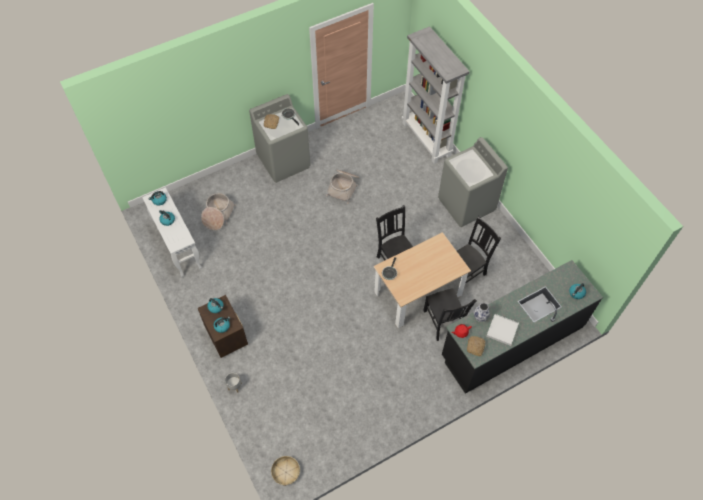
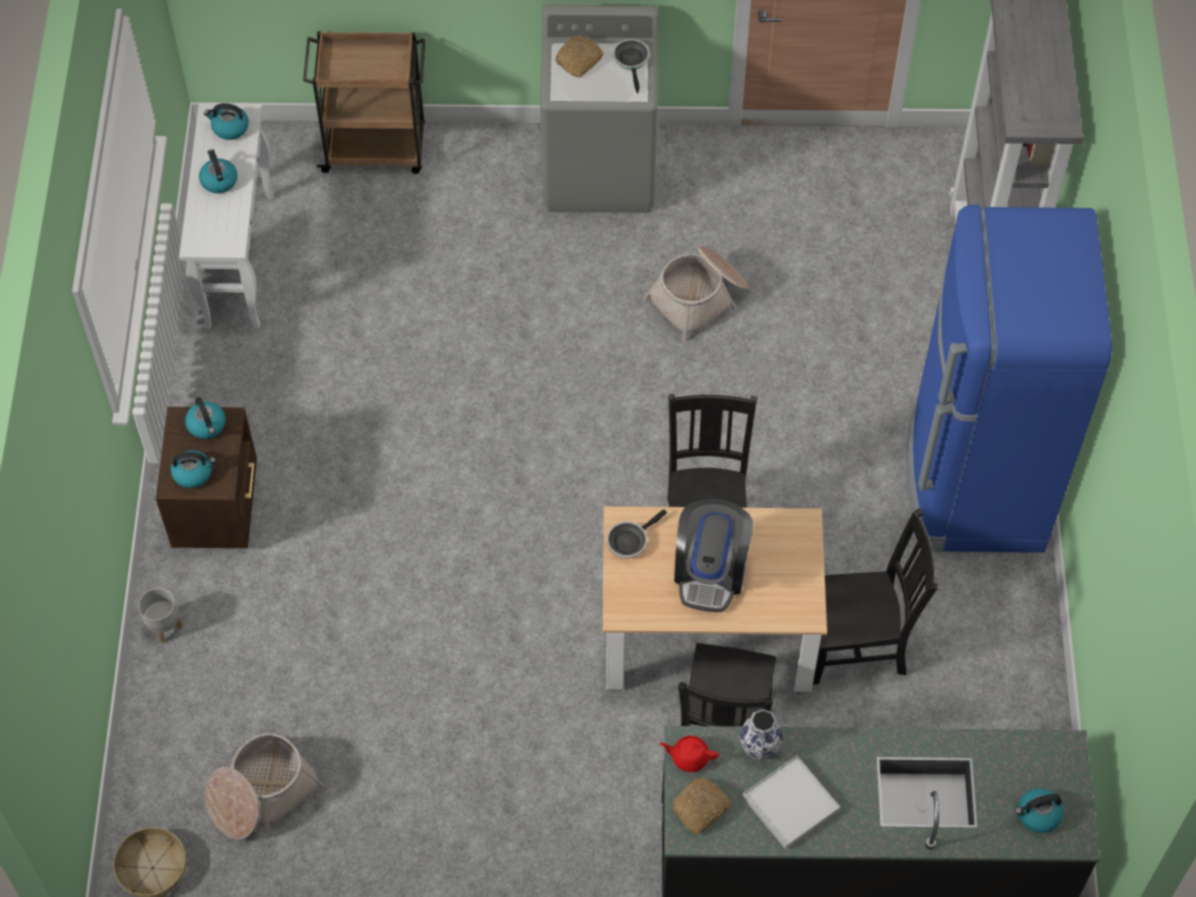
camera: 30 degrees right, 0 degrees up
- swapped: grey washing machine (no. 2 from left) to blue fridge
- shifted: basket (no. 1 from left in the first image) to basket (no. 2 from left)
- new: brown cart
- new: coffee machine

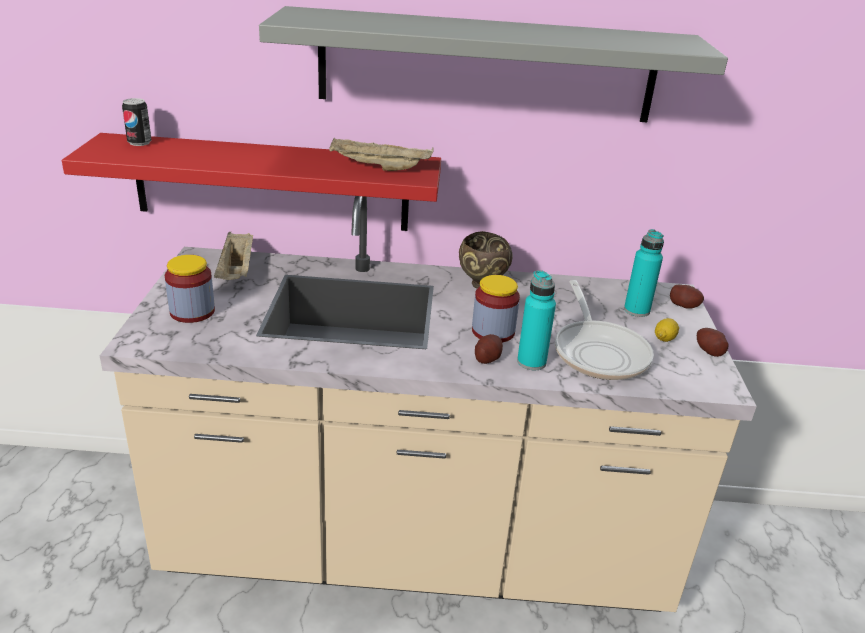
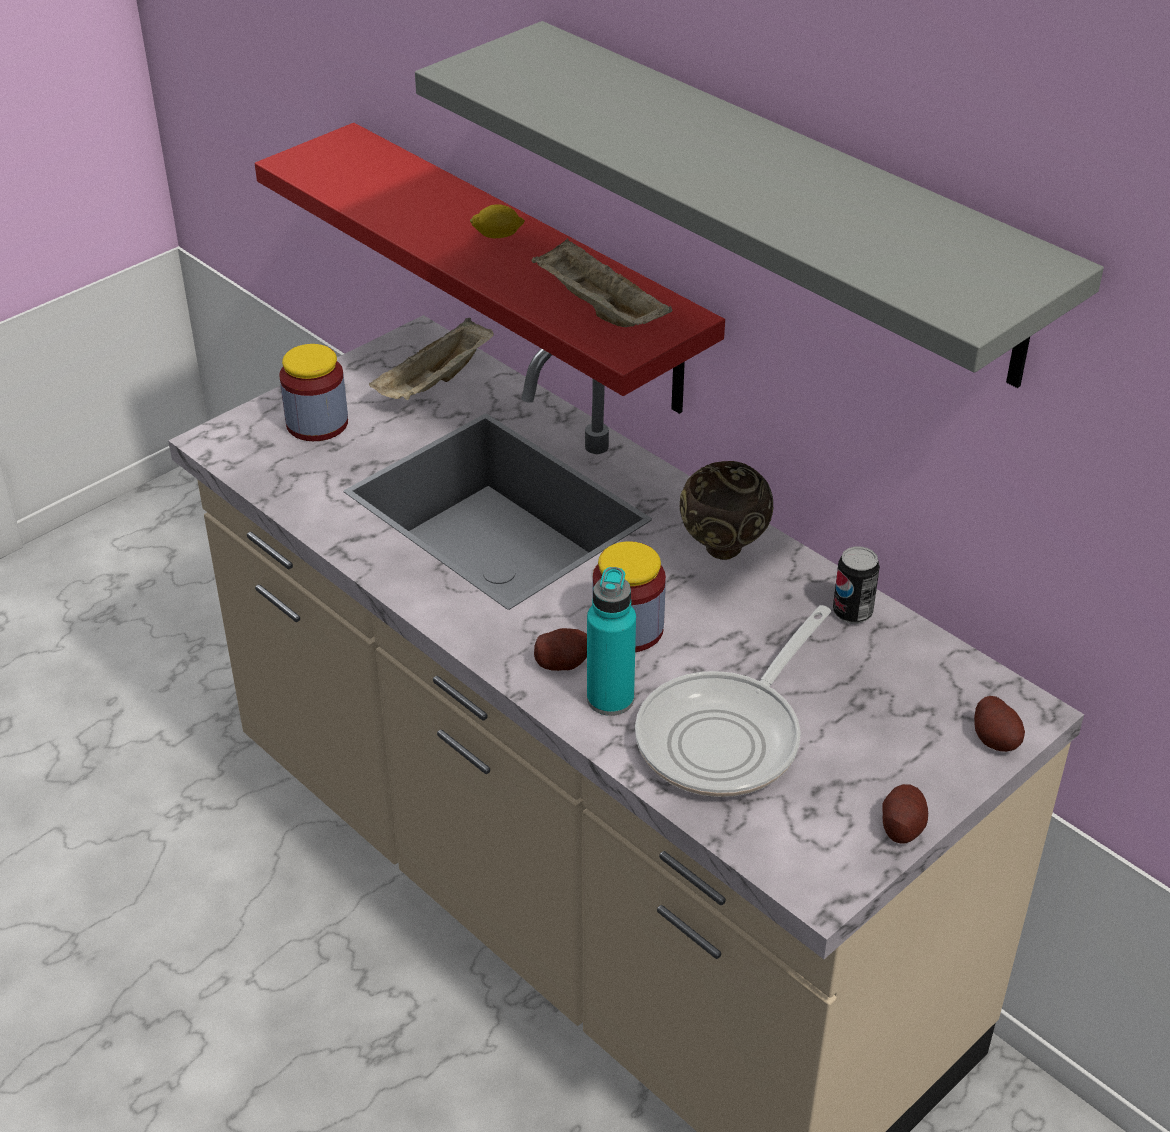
camera: 45 degrees right, 10 degrees up
- shifted: can
- gone: turquoise bottle (no. 2 from left)
- shifted: lemon

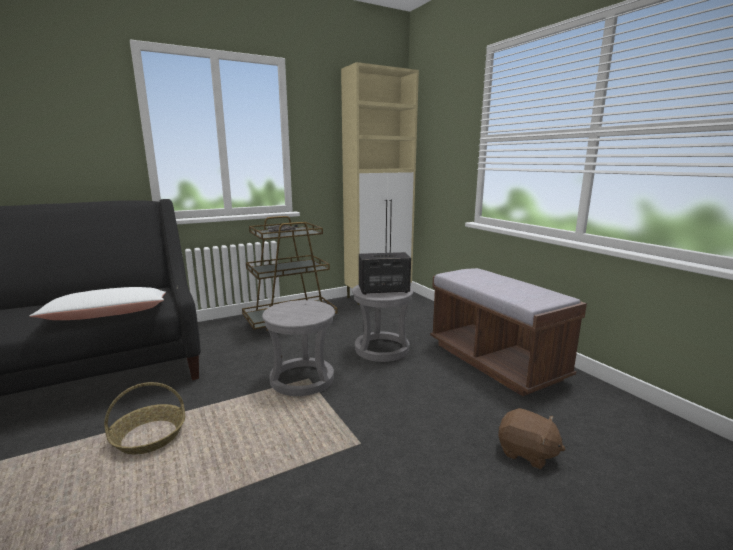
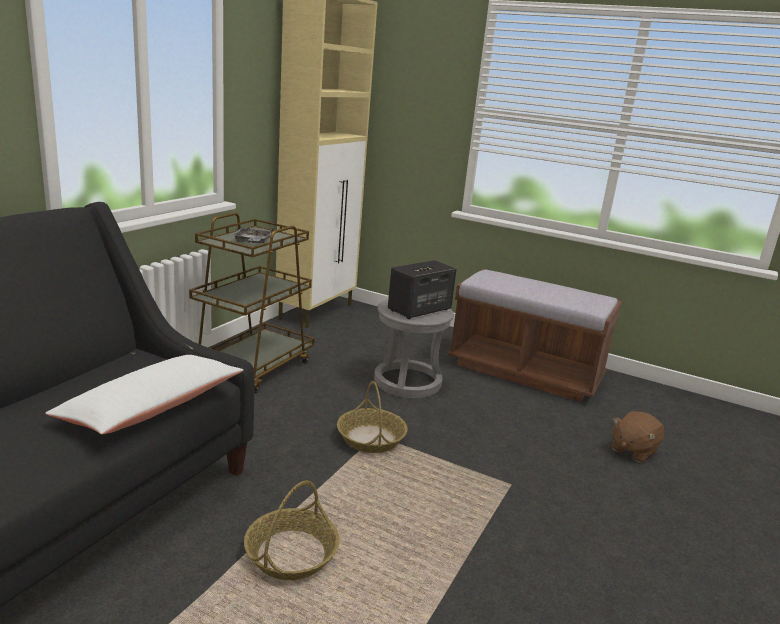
camera: 35 degrees left, 5 degrees up
- swapped: grey stool (no. 1 from left) to basket (no. 2 from left)
- rotated: brown plush toy 135 degrees clockwise

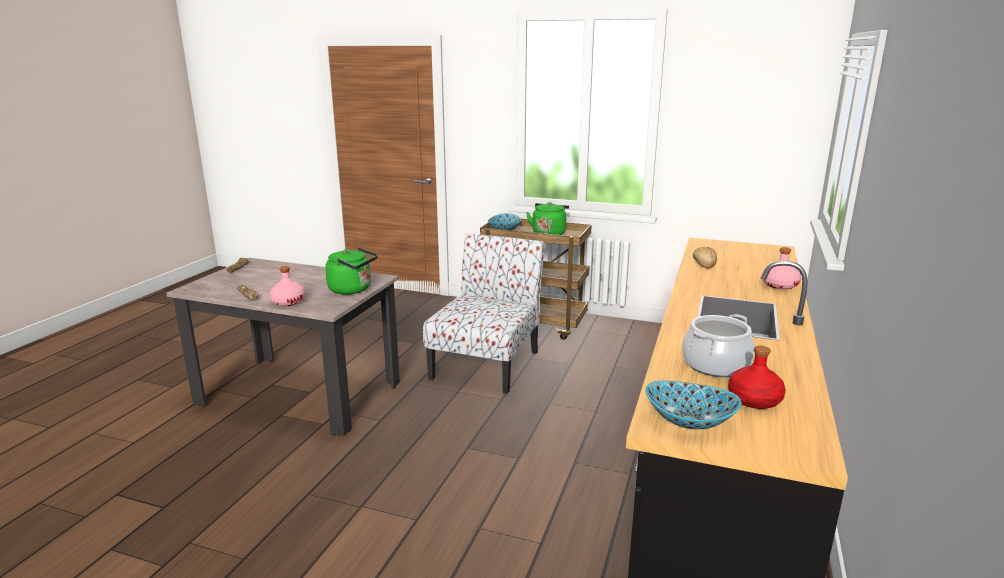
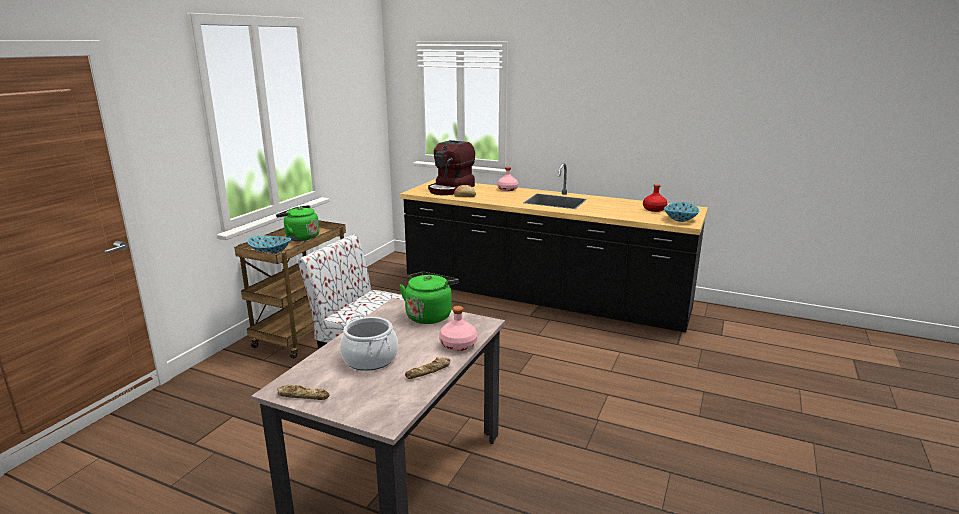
camera: 85 degrees left, 0 degrees up
- shifted: cooking pot
- new: coffee machine

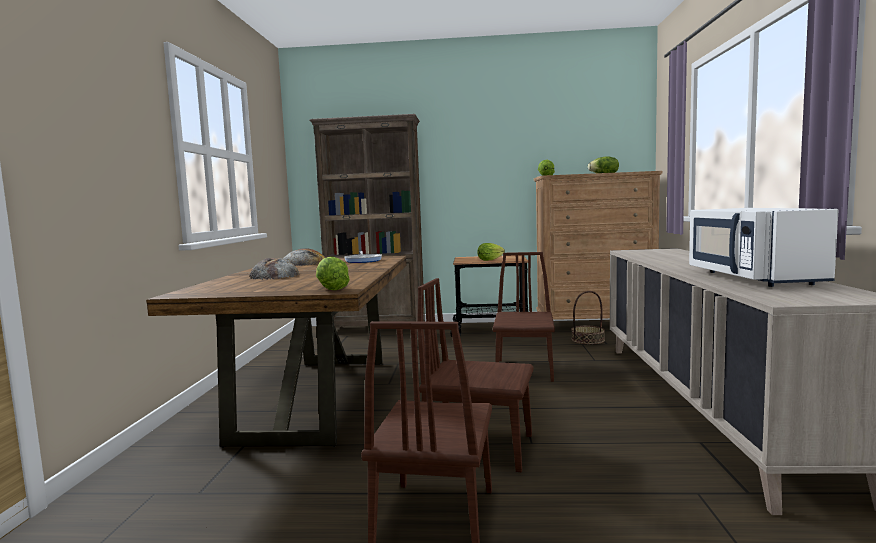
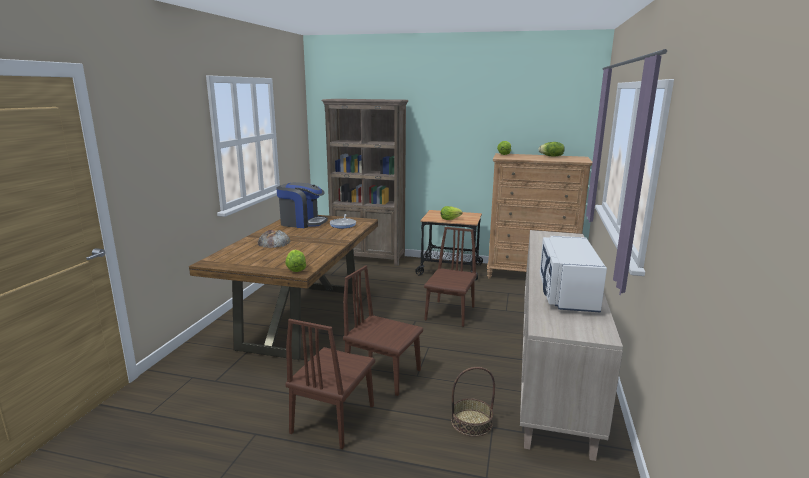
camera: 10 degrees right, 10 degrees up
- swapped: bread (no. 2 from left) to coffee machine
- shifted: basket

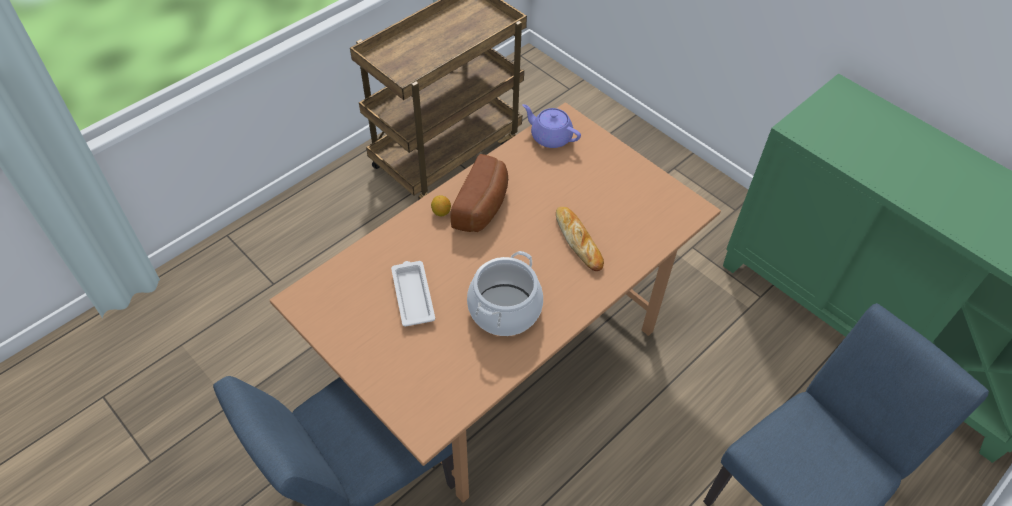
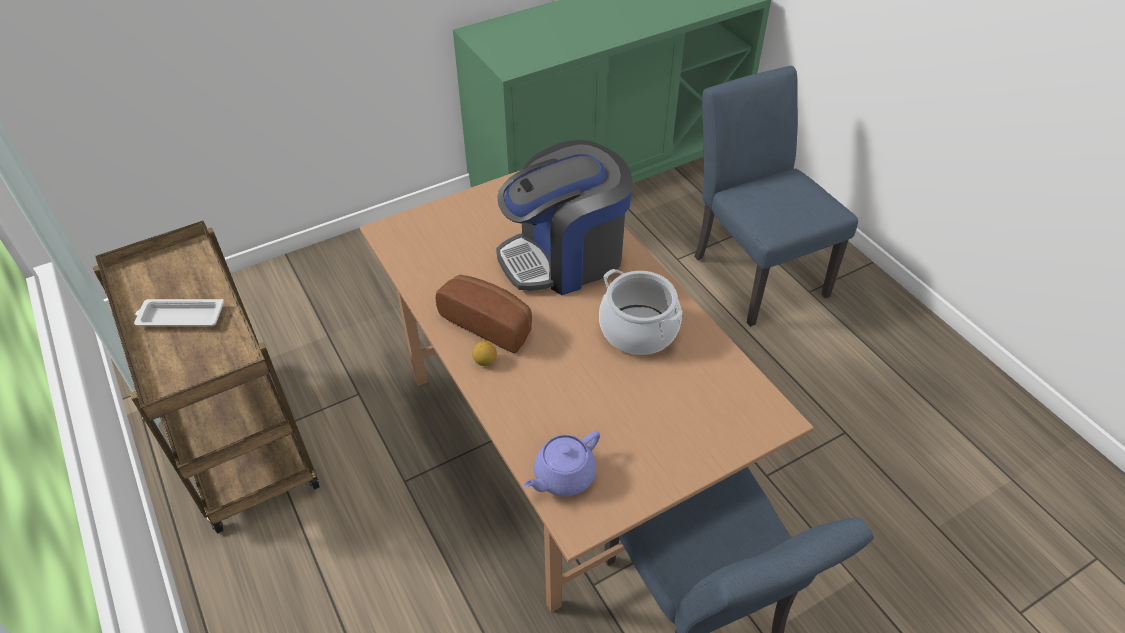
camera: 75 degrees left, 5 degrees down
- shifted: purple teapot
- swapped: bread (no. 2 from left) to coffee machine
- shifted: white tray

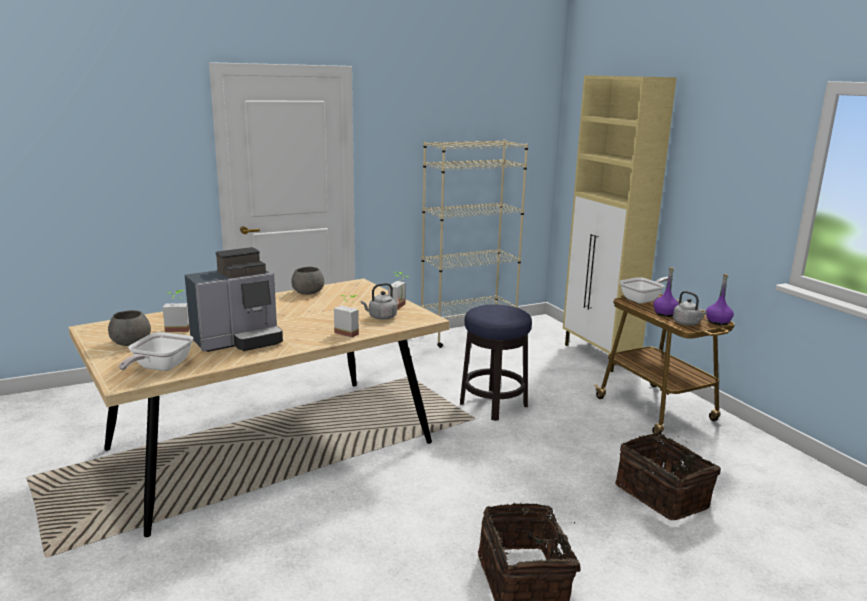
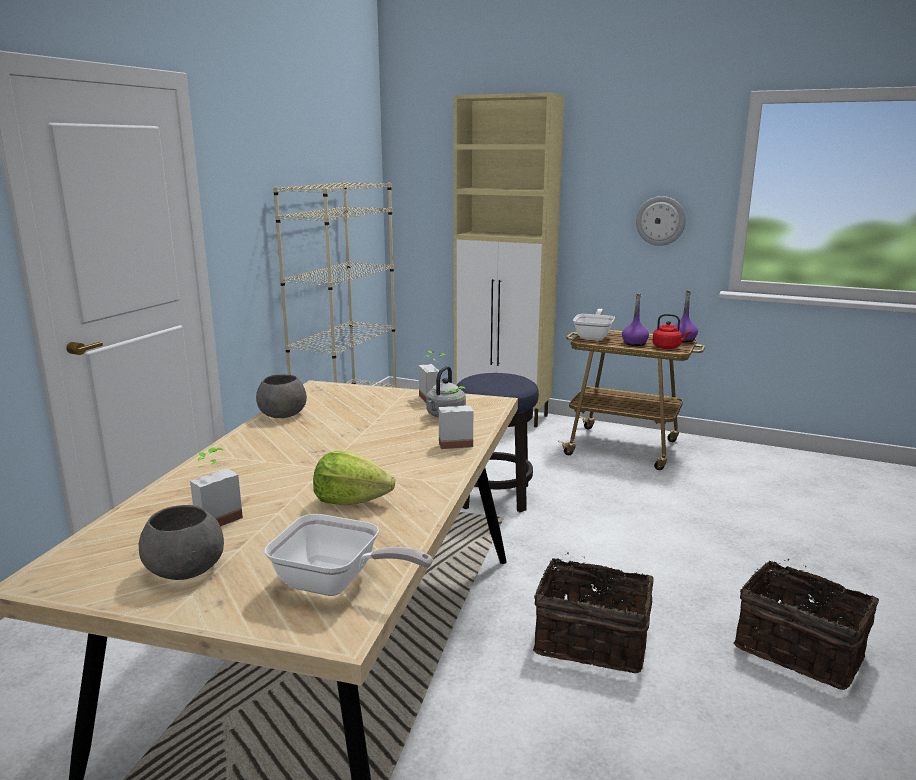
camera: 40 degrees left, 0 degrees up
- swapped: coffee machine to lettuce
- repainted: grey kettle (no. 2 from left) to red kettle
- rotated: frying pan (no. 1 from left) 45 degrees counterclockwise
- shifted: basket (no. 2 from left in the first image) to basket (no. 1 from left)
- new: wall clock

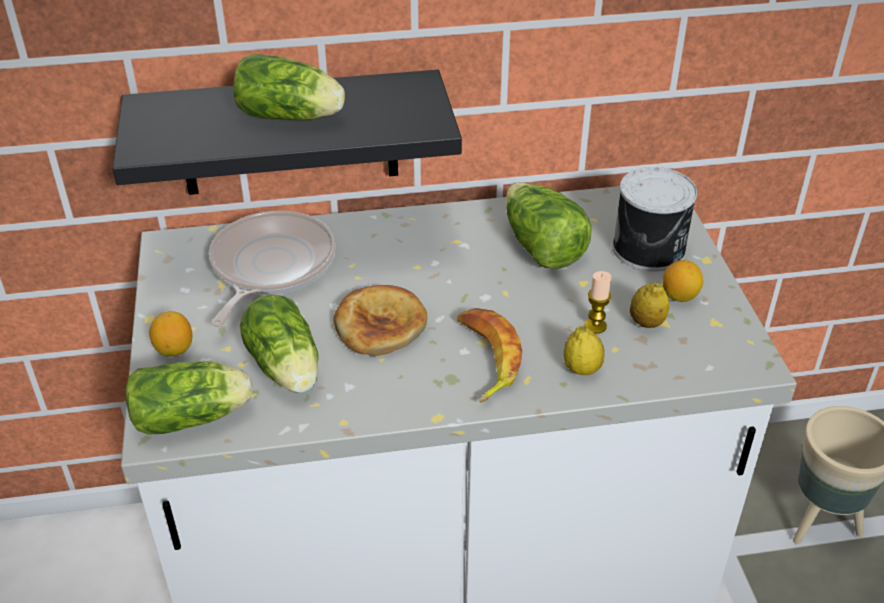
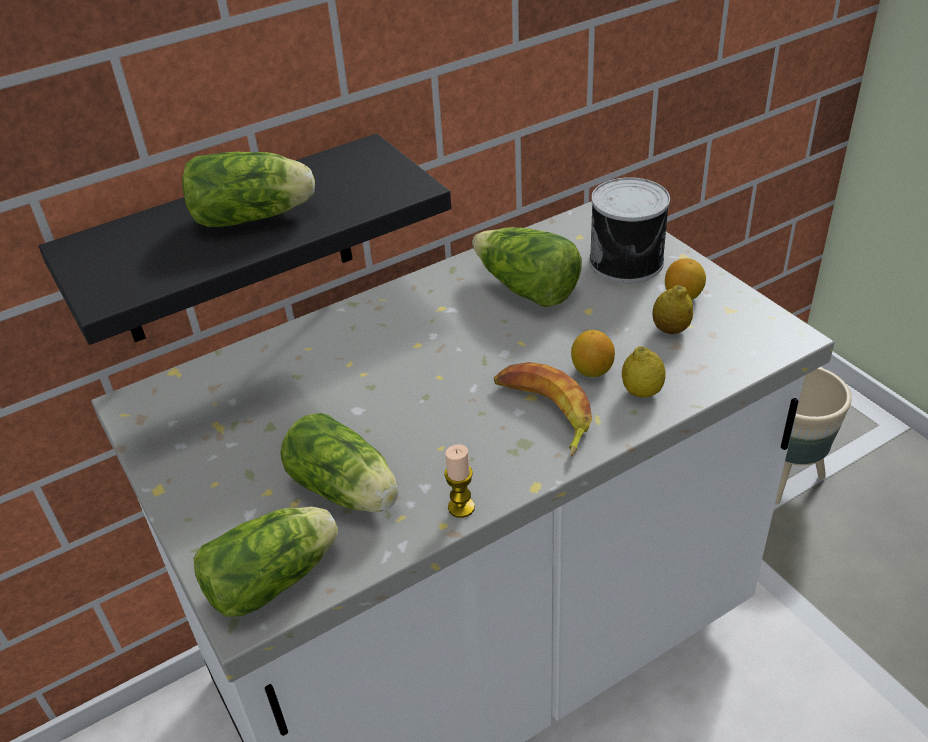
camera: 20 degrees left, 0 degrees up
- gone: frying pan
- shifted: candle
- gone: bread
- shifted: lemon (no. 1 from left)

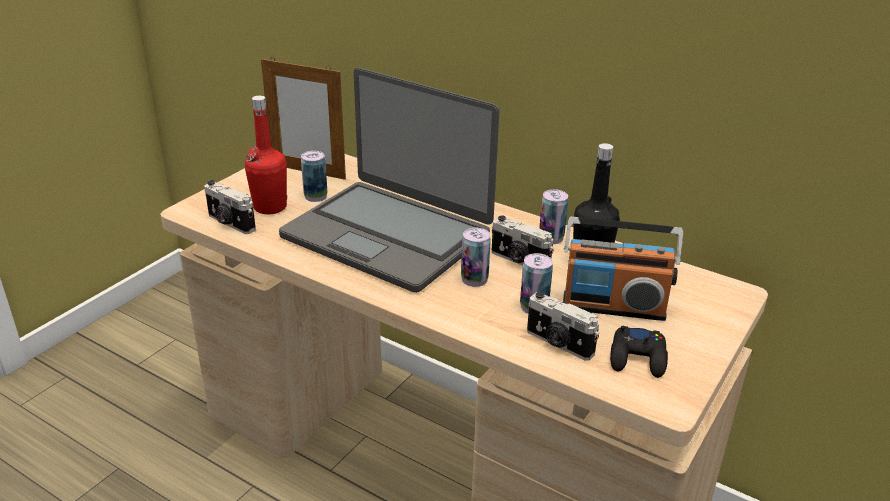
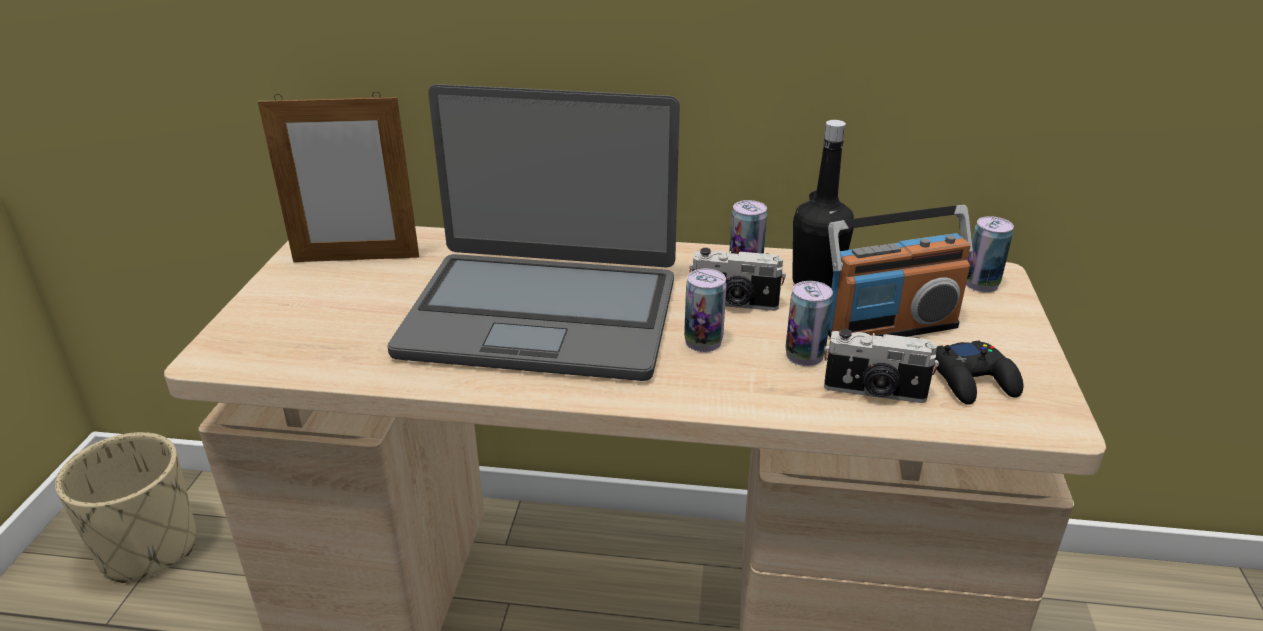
camera: 25 degrees left, 0 degrees up
- gone: red bottle
- shifted: can (no. 1 from left in the first image) to can (no. 4 from left)
- gone: photo camera (no. 1 from left)
- new: beige planter

